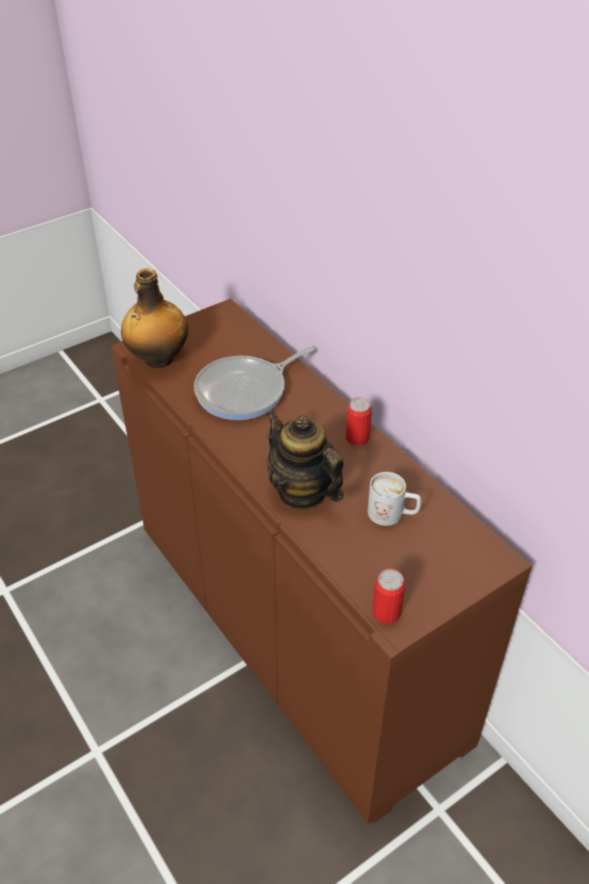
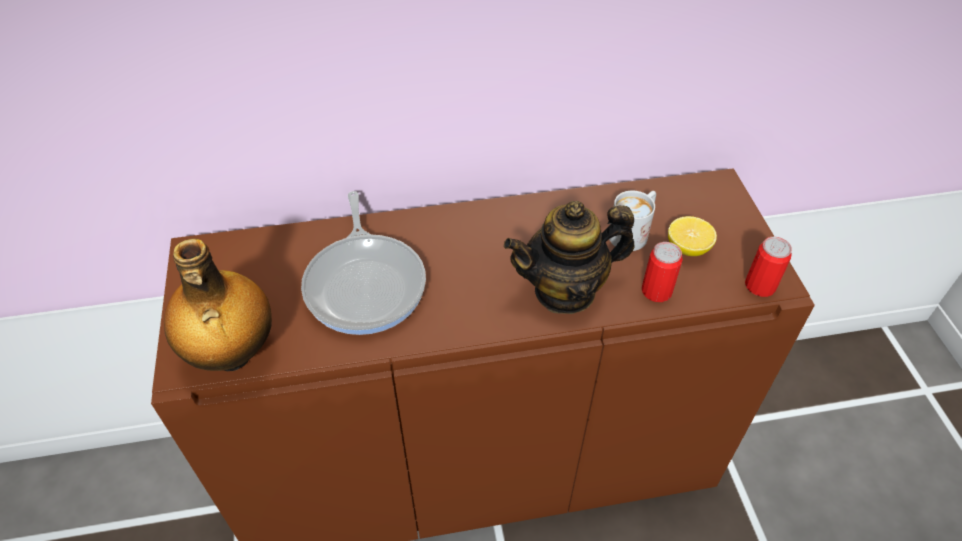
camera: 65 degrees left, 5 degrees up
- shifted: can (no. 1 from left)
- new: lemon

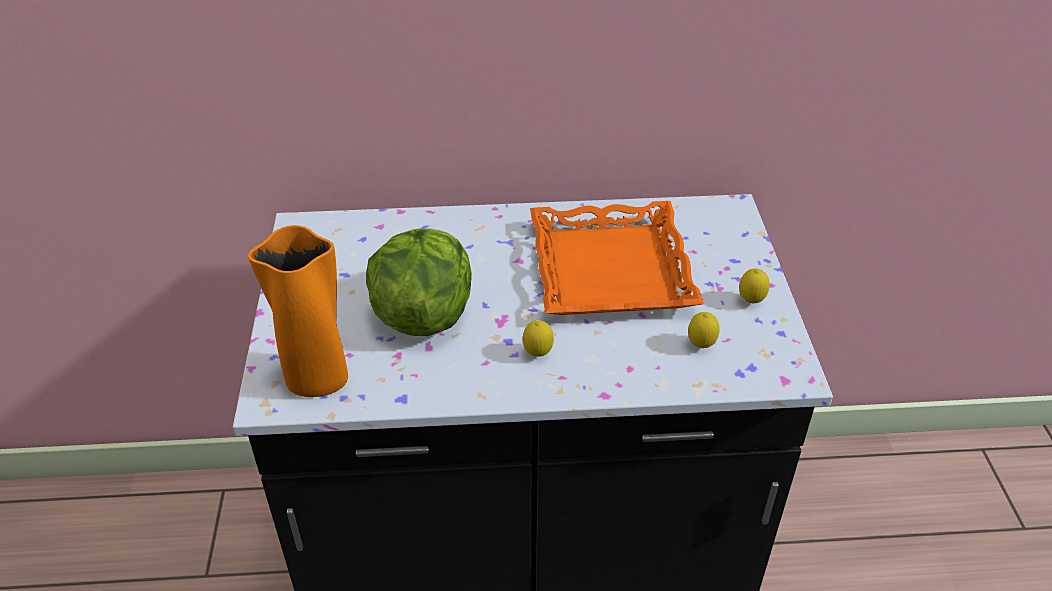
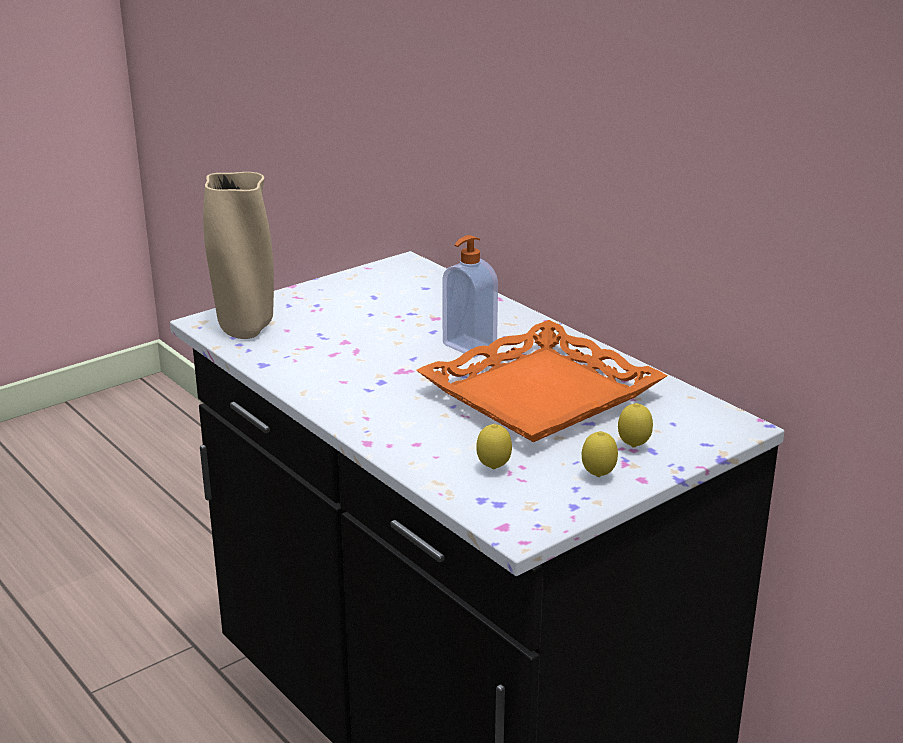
camera: 55 degrees right, 15 degrees down
- repainted: orange vase to beige vase
- gone: lettuce
- shifted: lemon (no. 1 from left in the first image) to lemon (no. 3 from left)
- new: soap dispenser

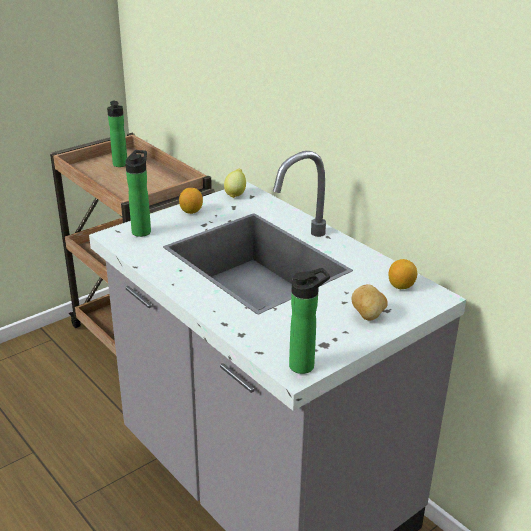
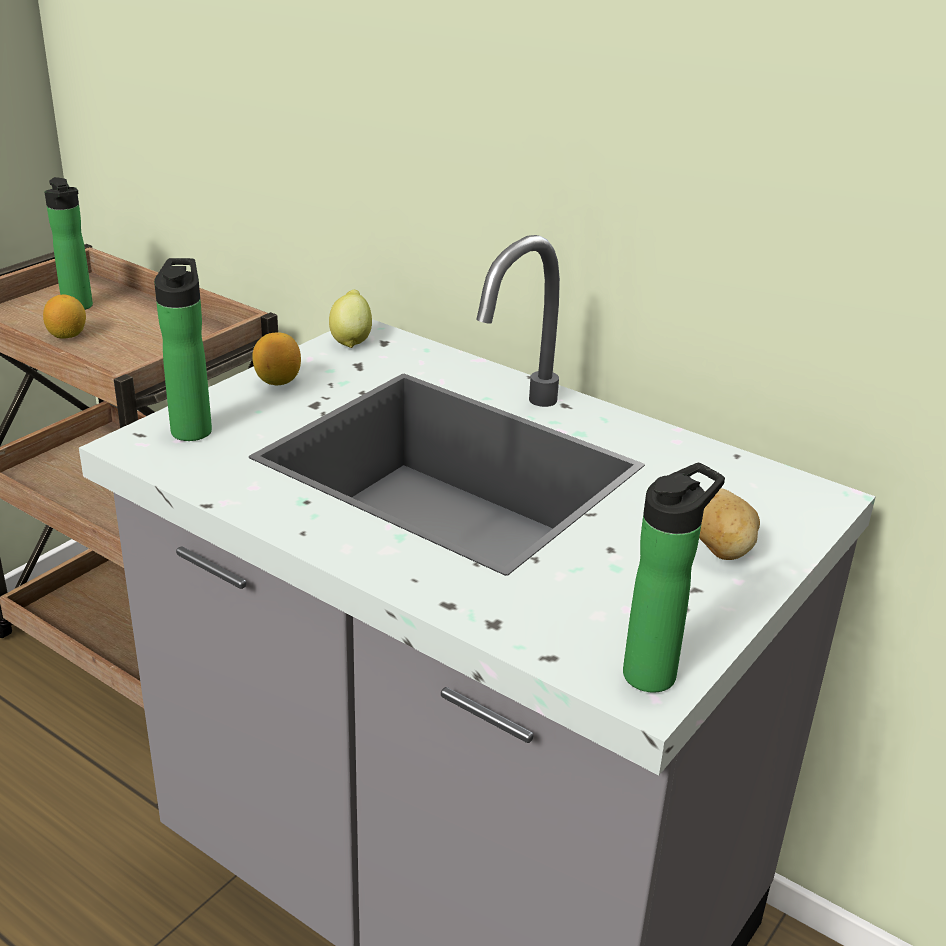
camera: 15 degrees left, 0 degrees up
- shifted: lemon (no. 3 from left in the first image) to lemon (no. 1 from left)

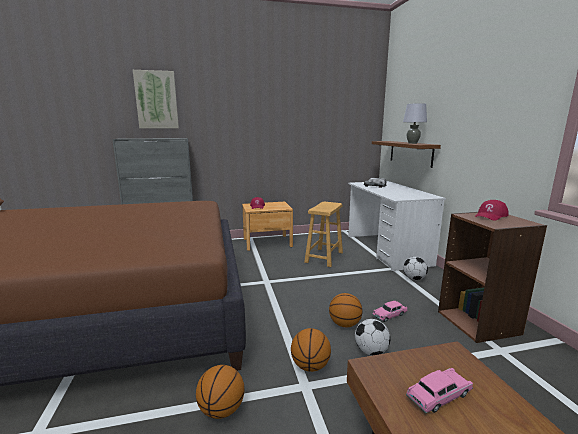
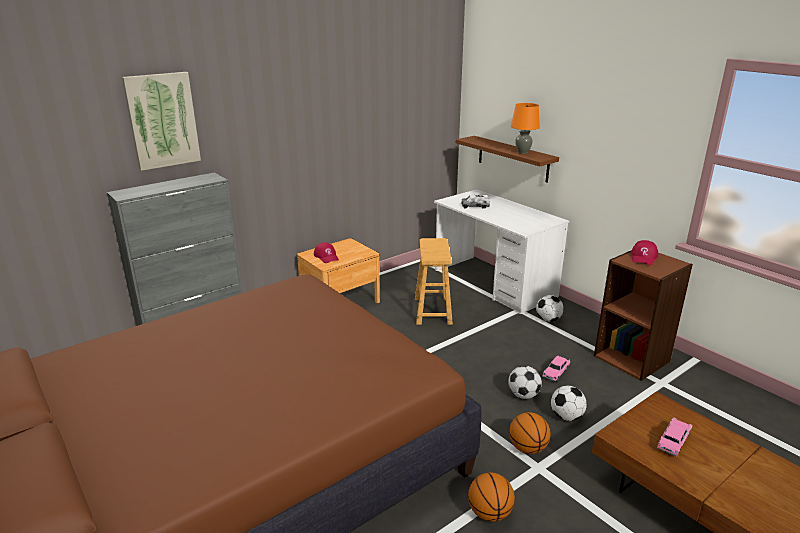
camera: 25 degrees left, 10 degrees up
- repainted: grey table lamp to orange table lamp
- swapped: basketball (no. 3 from left) to football (no. 1 from left)

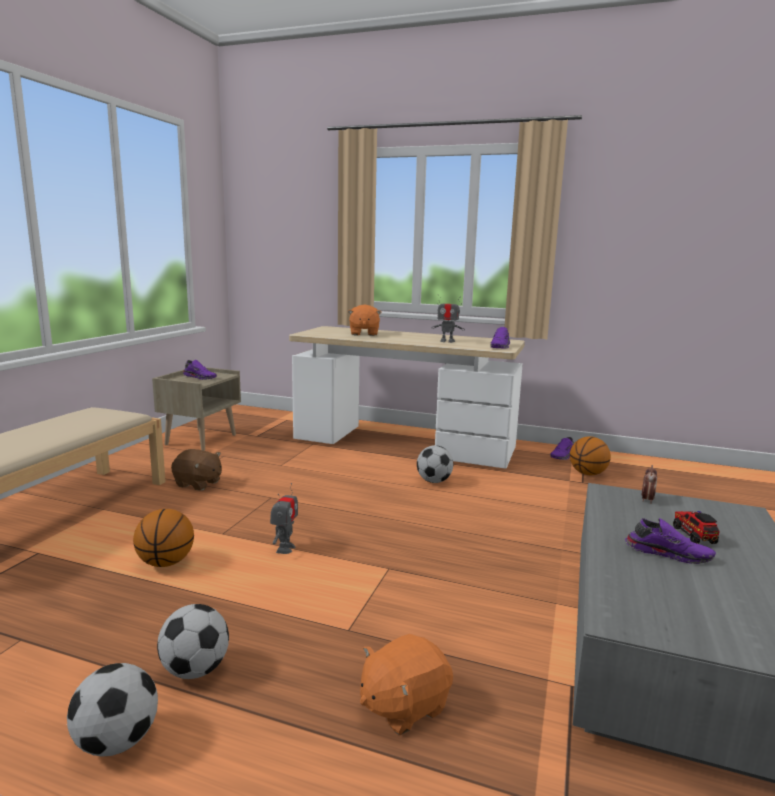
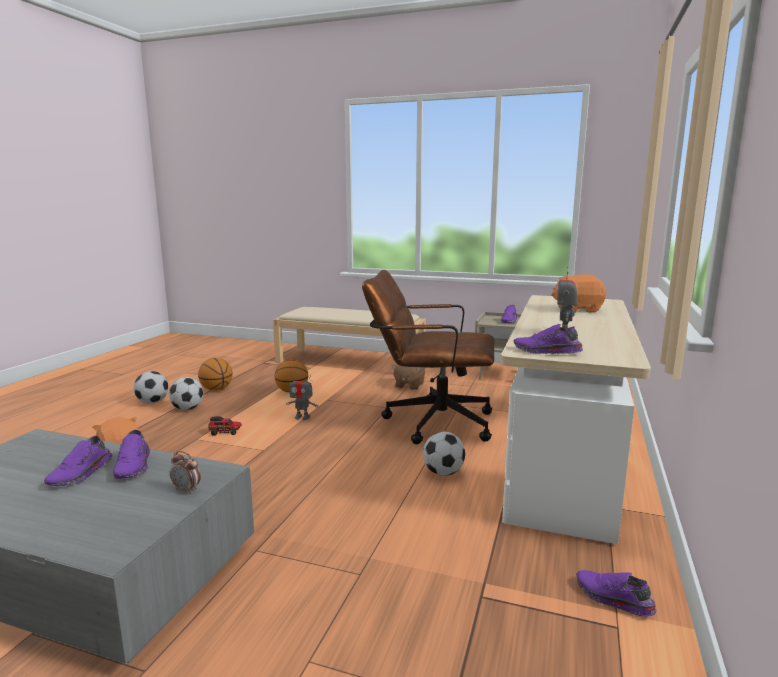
camera: 90 degrees right, 0 degrees up
- shifted: basketball (no. 2 from left in the first image) to basketball (no. 1 from left)
- shifted: toy truck
- new: brown office chair
- new: purple shoe (no. 2 from left)

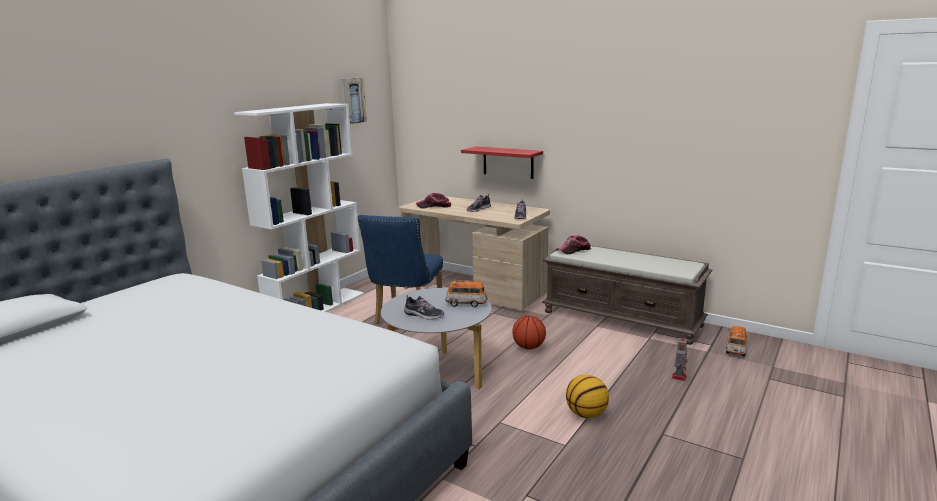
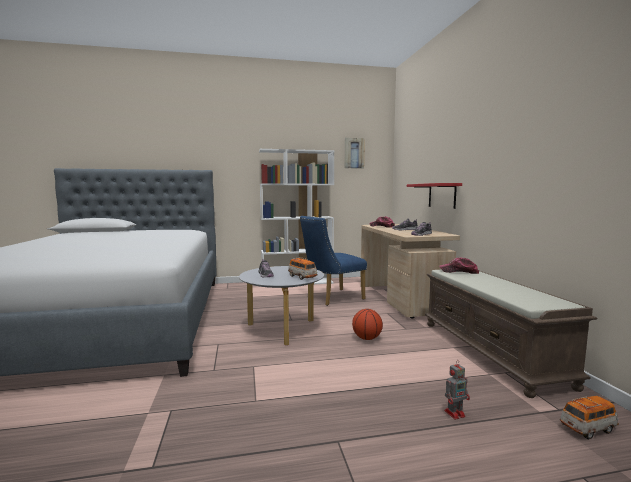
camera: 45 degrees right, 10 degrees down
- gone: basketball (no. 2 from left)

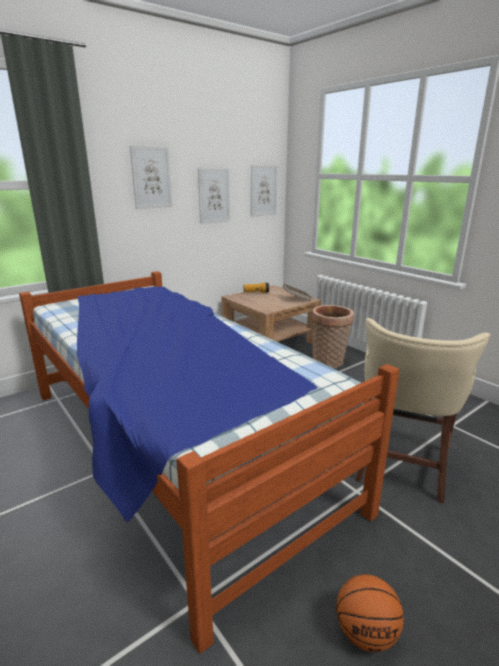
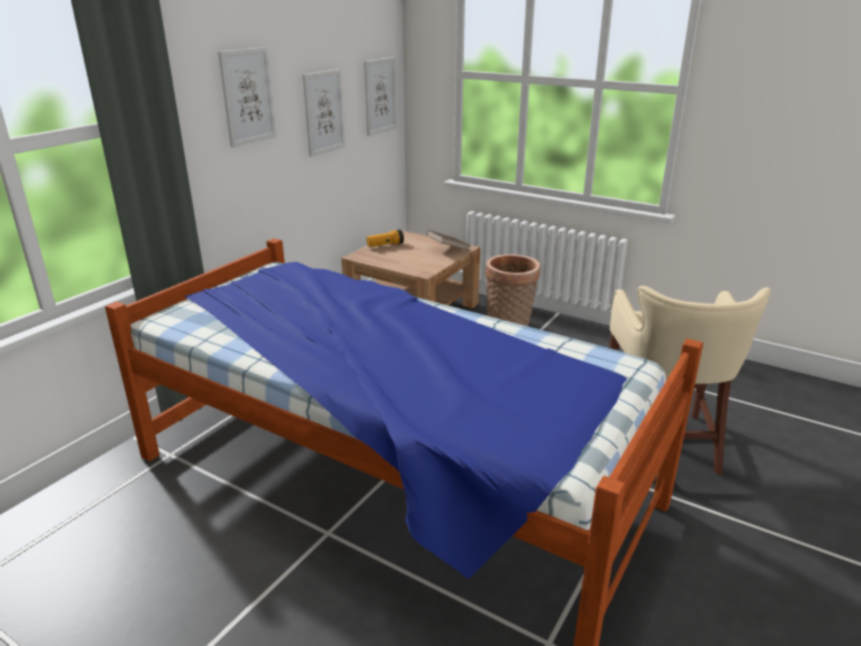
camera: 20 degrees left, 5 degrees up
- gone: basketball

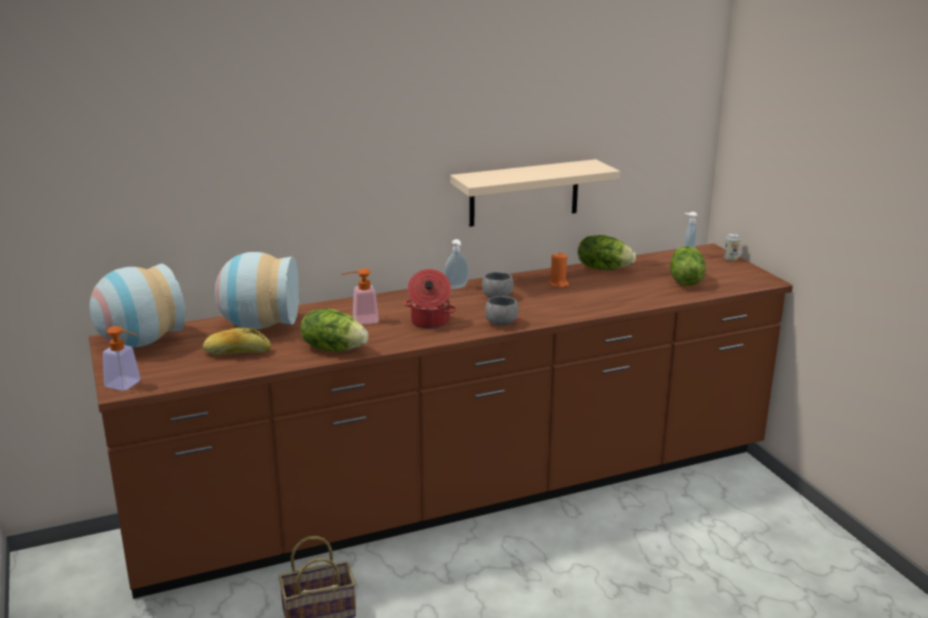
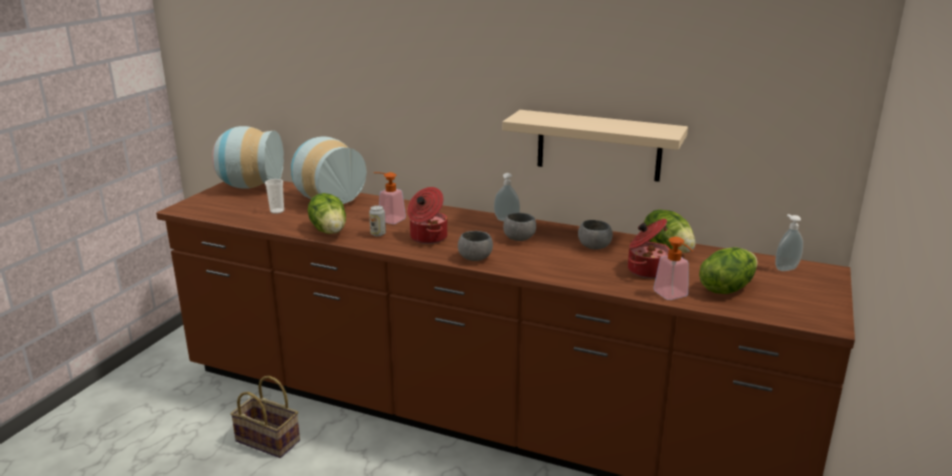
camera: 45 degrees right, 0 degrees up
- shifted: can
- swapped: orange candle to grey bowl (no. 3 from left)
- shifted: soap dispenser (no. 1 from left in the first image) to soap dispenser (no. 3 from left)
- swapped: bread to cup
- new: cooking pot (no. 2 from left)

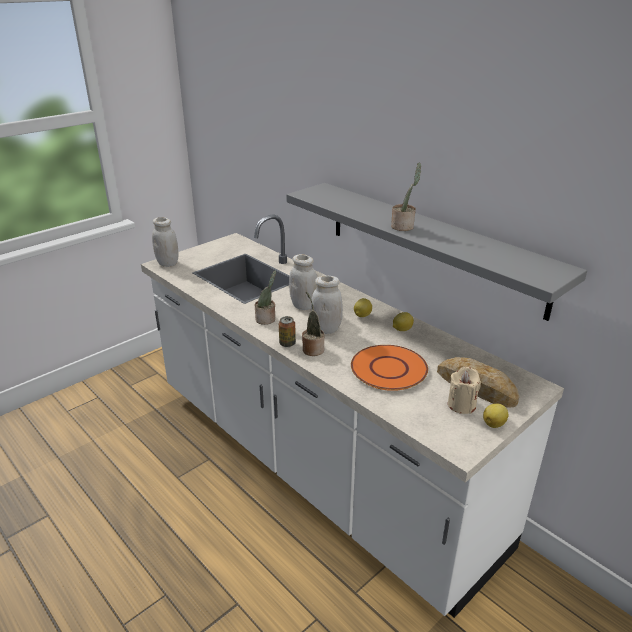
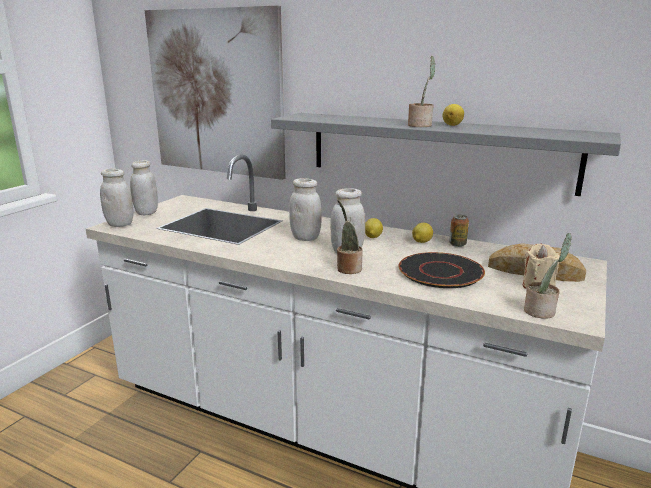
camera: 20 degrees left, 10 degrees down
- shifted: potted plant (no. 1 from left in the first image) to potted plant (no. 3 from left)
- shifted: can
- repainted: orange plate to black plate
- shifted: lemon (no. 3 from left)
- new: picture
- new: white jar (no. 2 from left)

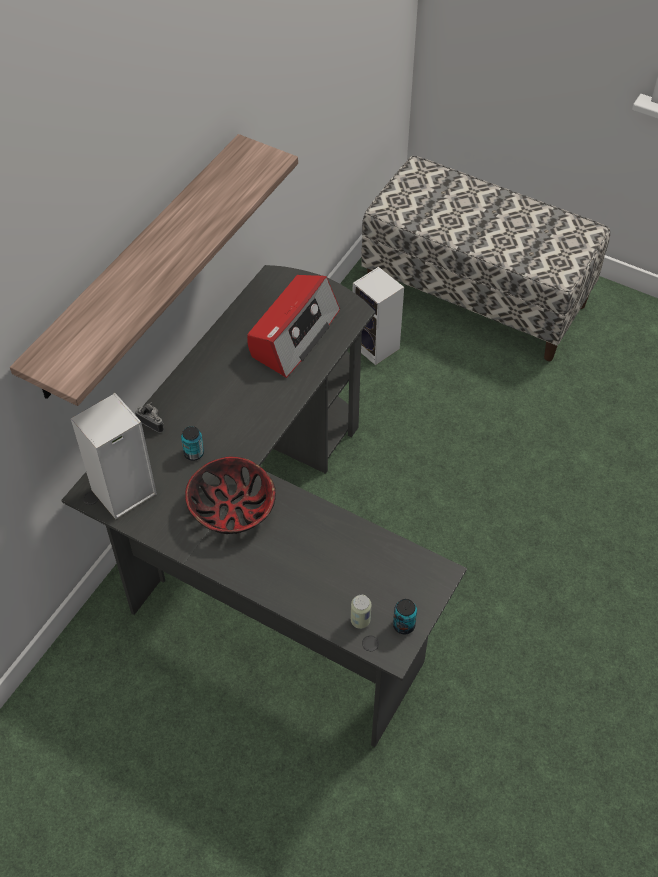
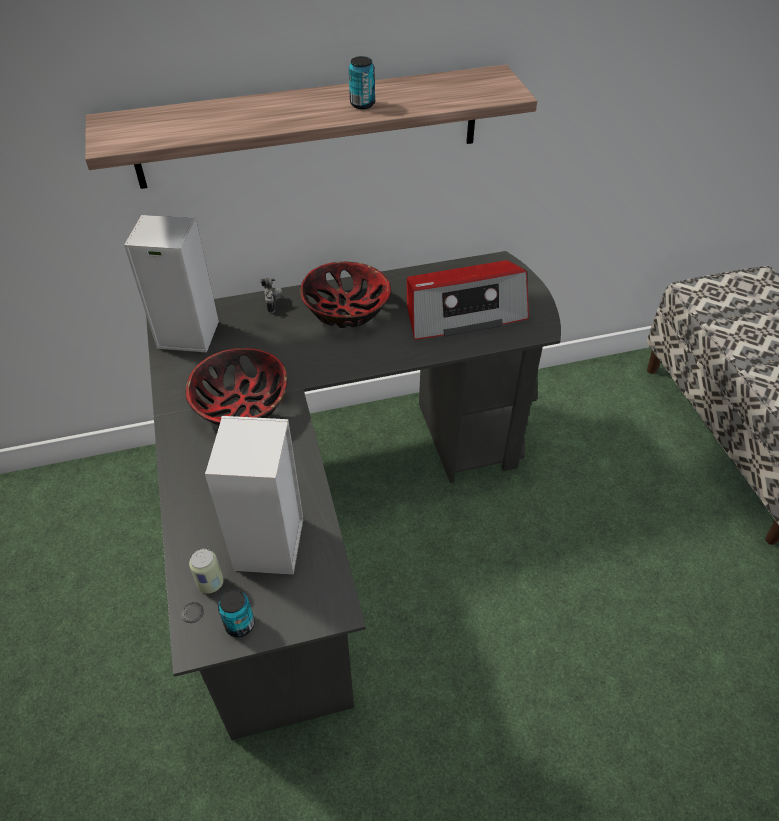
camera: 45 degrees right, 5 degrees down
- shifted: speaker (no. 2 from left)
- shifted: can (no. 1 from left in the first image) to can (no. 3 from left)
- new: bowl (no. 2 from left)

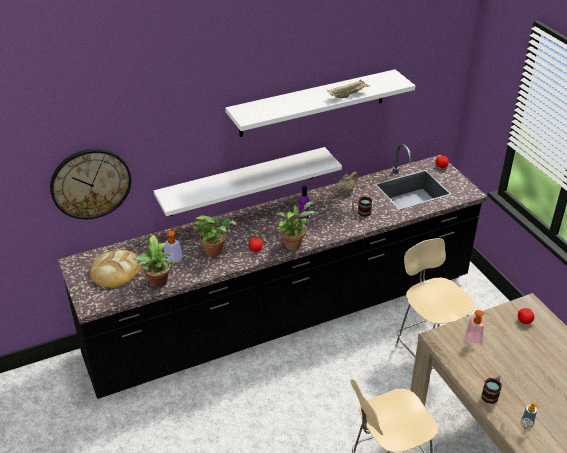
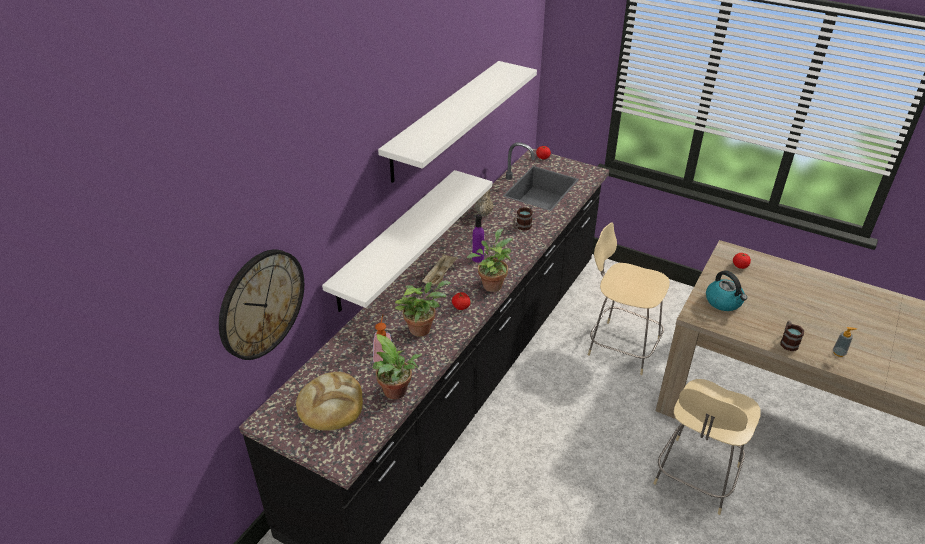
camera: 35 degrees left, 0 degrees up
- shifted: beige tray
- swapped: soap dispenser (no. 2 from left) to kettle

